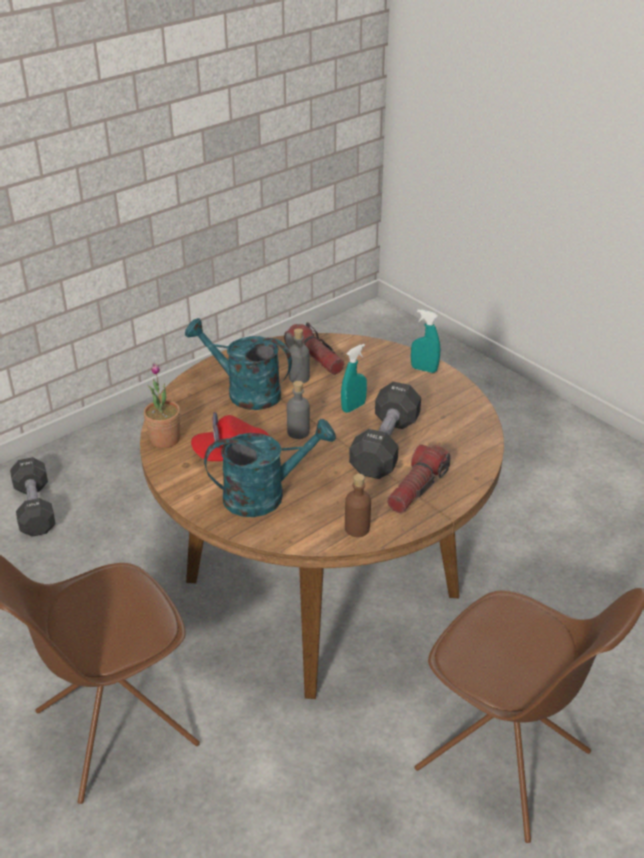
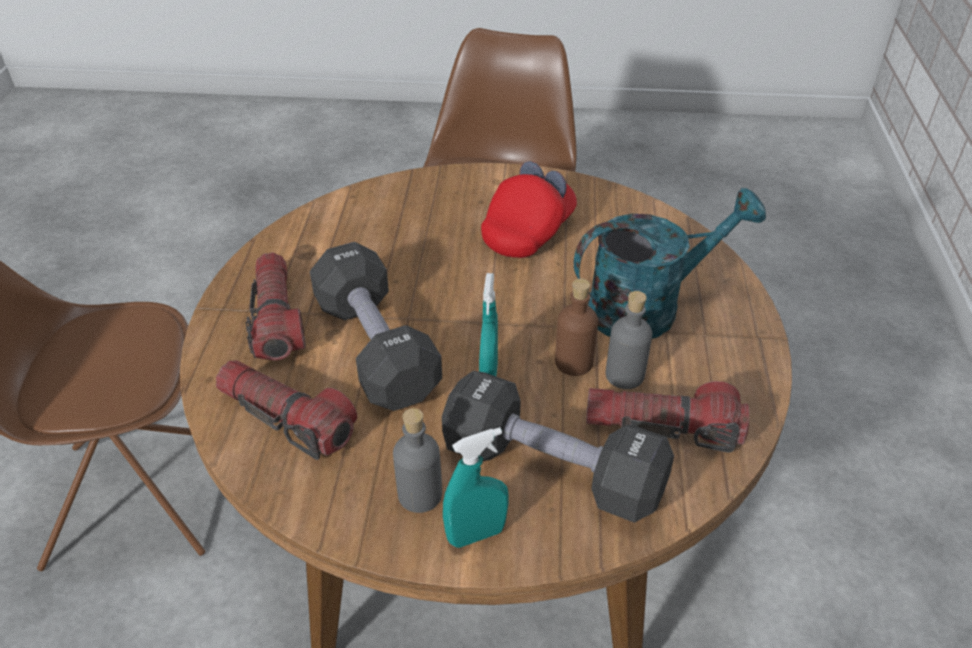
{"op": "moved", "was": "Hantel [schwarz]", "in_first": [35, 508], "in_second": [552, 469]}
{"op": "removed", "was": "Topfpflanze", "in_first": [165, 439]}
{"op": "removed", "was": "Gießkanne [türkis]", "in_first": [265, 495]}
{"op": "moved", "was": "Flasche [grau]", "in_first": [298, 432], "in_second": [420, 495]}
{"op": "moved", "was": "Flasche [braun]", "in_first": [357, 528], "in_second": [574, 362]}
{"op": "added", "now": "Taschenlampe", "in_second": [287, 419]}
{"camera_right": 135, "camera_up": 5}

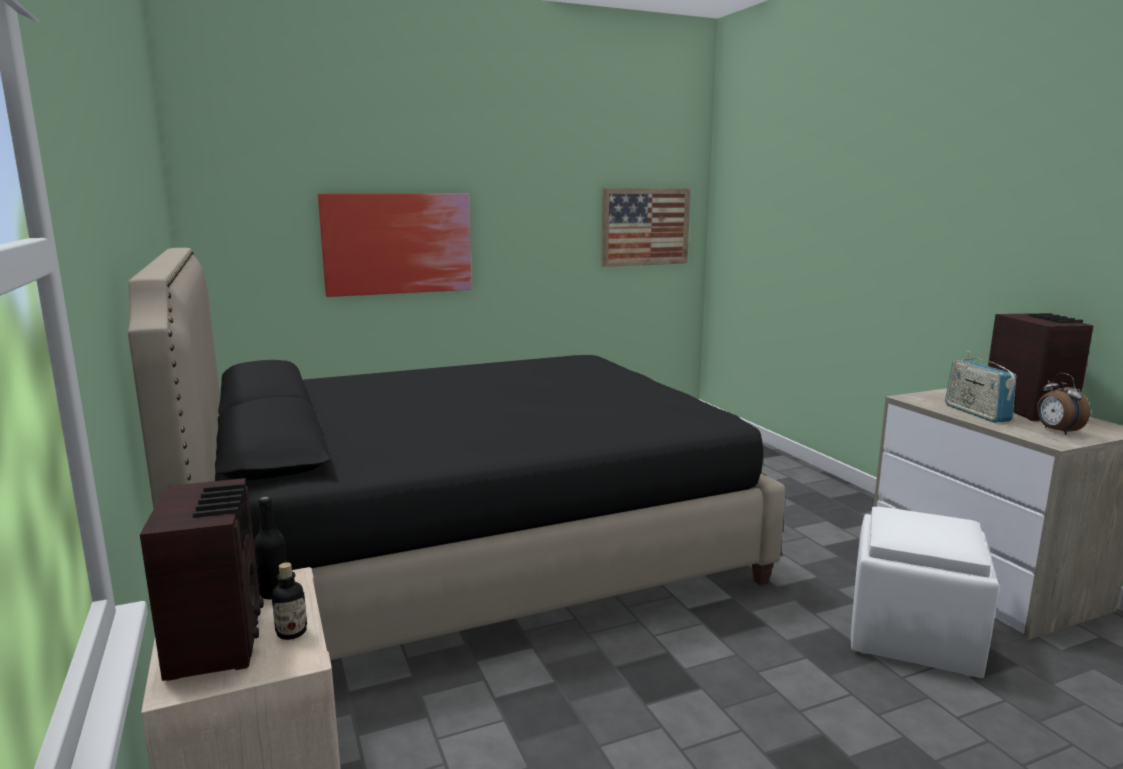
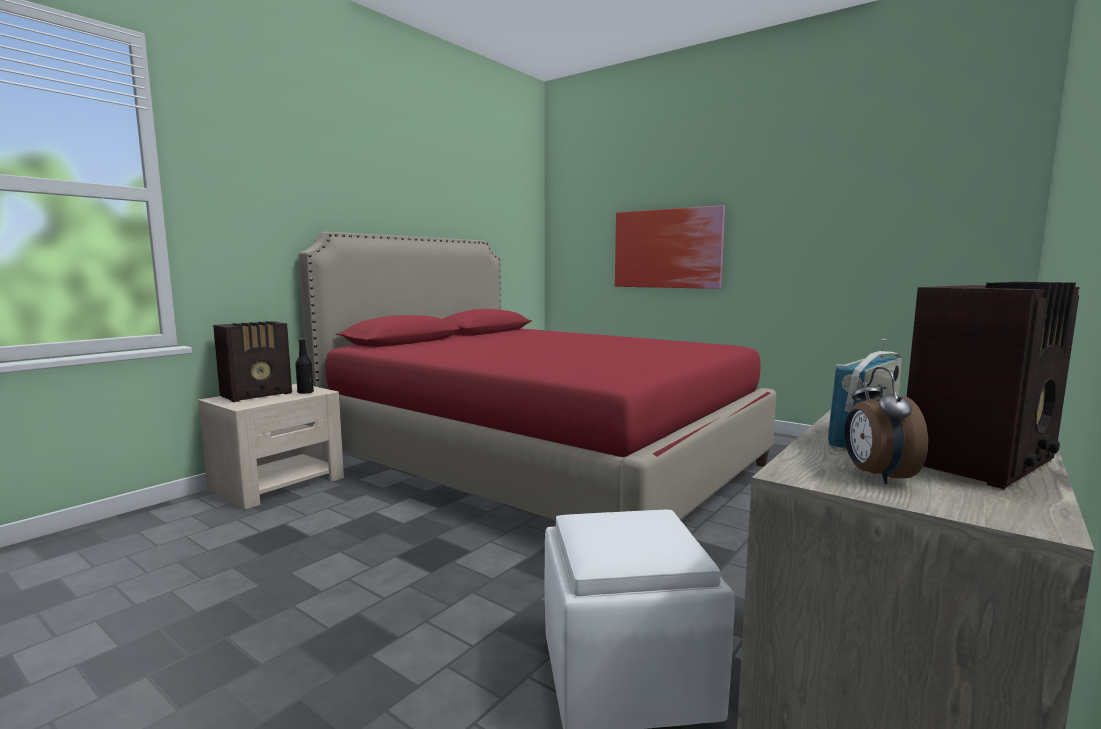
{"op": "recoloured", "was": "Bett [schwarz]", "now": "Bett [rot]", "in_first": [465, 551], "in_second": [539, 463]}
{"op": "removed", "was": "Flasche", "in_first": [291, 632]}
{"op": "removed", "was": "Bild", "in_first": [645, 226]}
{"op": "turned", "was": "Wecker", "in_first": [1056, 431], "in_second": [876, 476], "clockwise": -45}
{"camera_right": 60, "camera_up": -5}

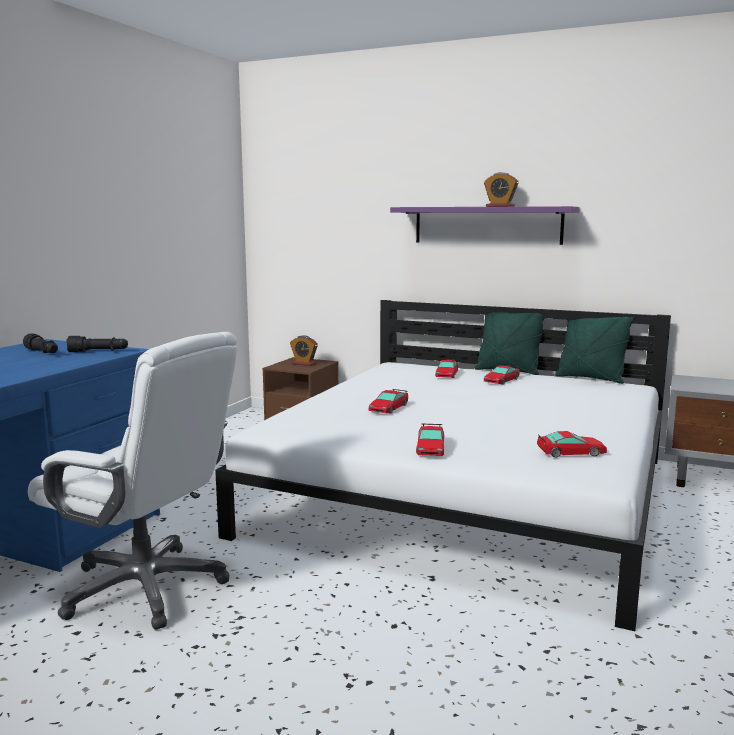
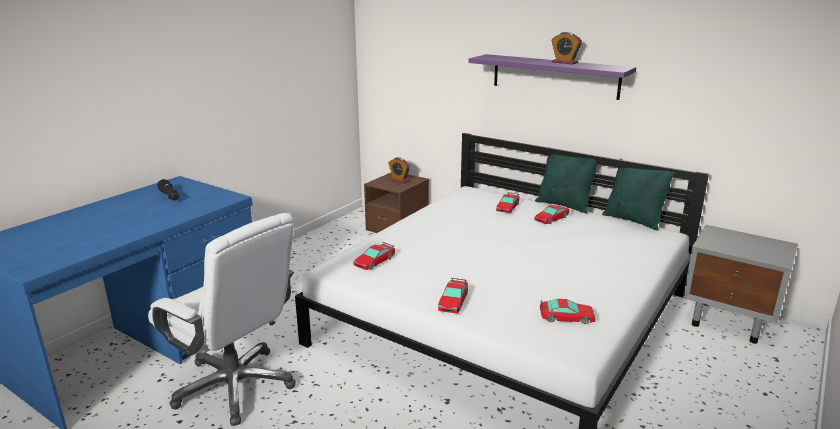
{"op": "removed", "was": "Taschenlampe [schwarz]", "in_first": [98, 352]}
{"op": "moved", "was": "Spielzeugauto", "in_first": [388, 408], "in_second": [374, 261]}
{"camera_right": 10, "camera_up": 10}

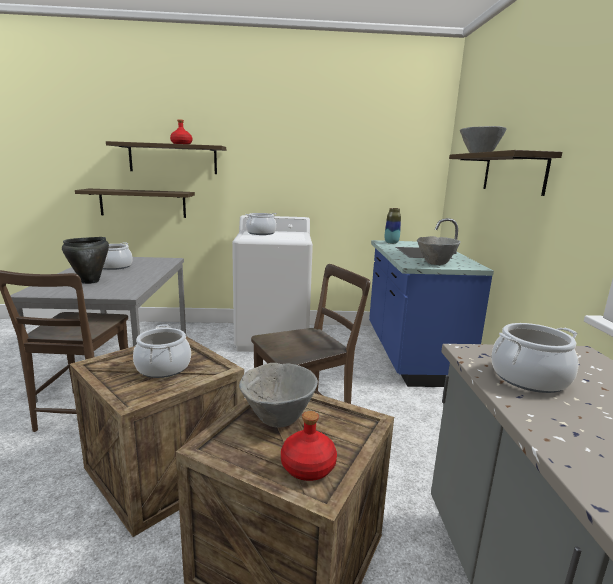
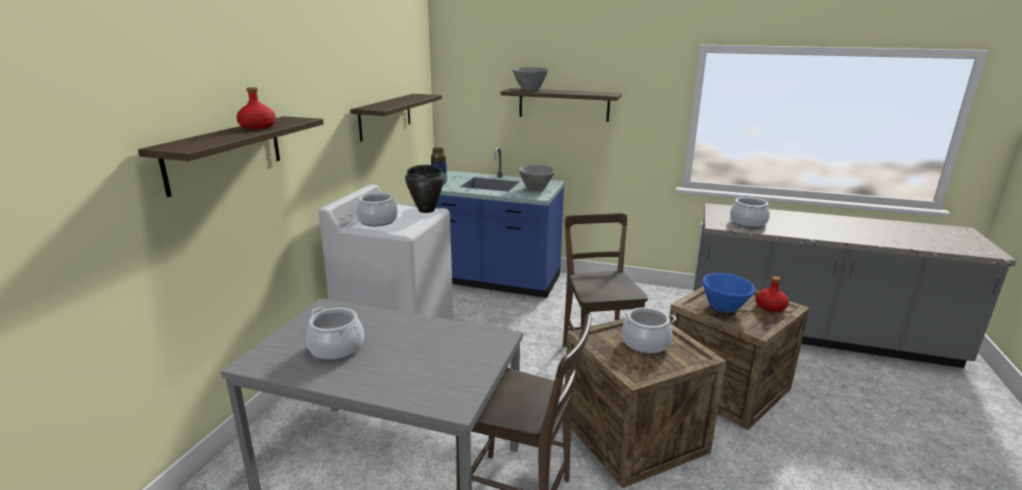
{"op": "moved", "was": "Kochtopf [schwarz]", "in_first": [90, 281], "in_second": [426, 210]}
{"op": "moved", "was": "Wandregal", "in_first": [143, 203], "in_second": [385, 116]}
{"op": "recoloured", "was": "Schüssel [grau]", "now": "Schüssel [blau]", "in_first": [278, 419], "in_second": [724, 308]}
{"camera_right": -70, "camera_up": 5}

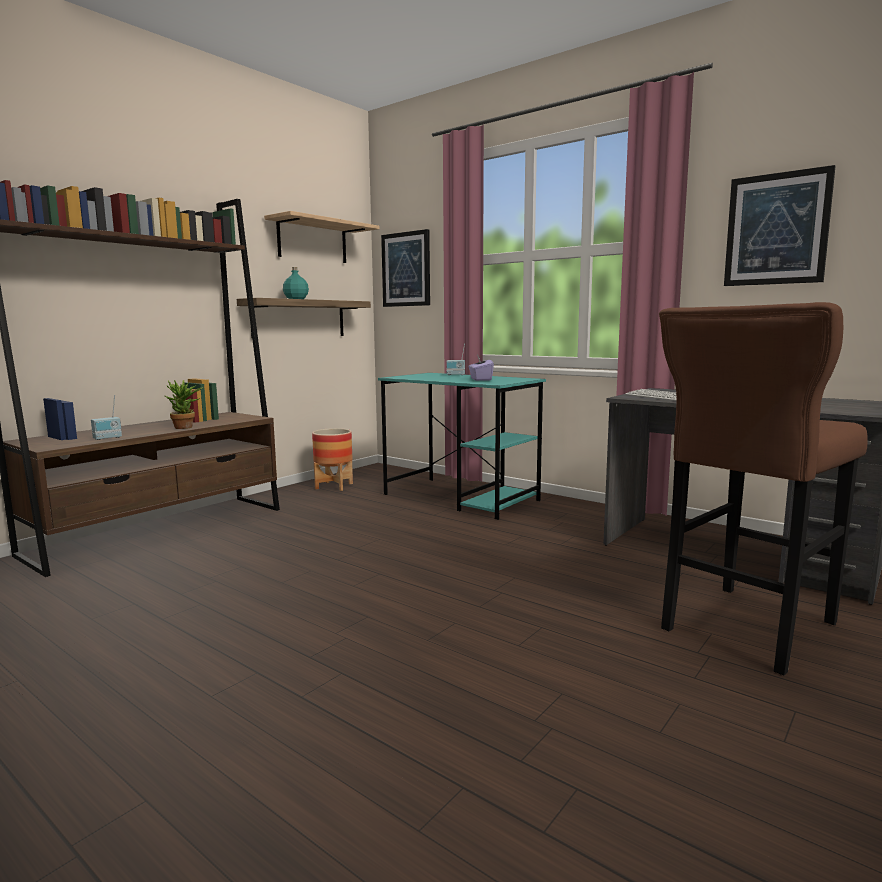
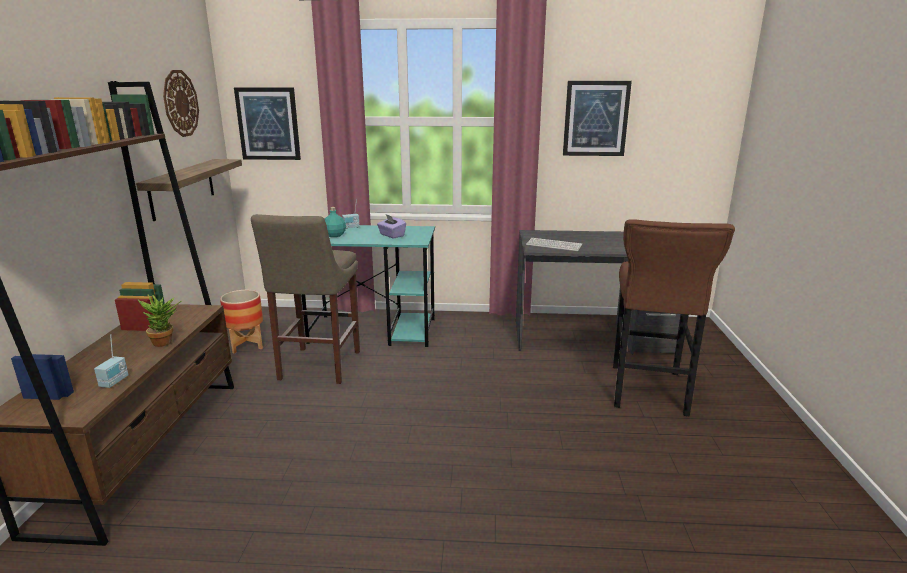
{"op": "replaced", "was": "Wandregal", "now": "Wanduhr", "in_first": [312, 241], "in_second": [180, 103]}
{"op": "moved", "was": "Flasche [türkis]", "in_first": [296, 299], "in_second": [335, 235]}
{"op": "added", "now": "Hocker [beige]", "in_second": [318, 367]}
{"camera_right": -35, "camera_up": 10}

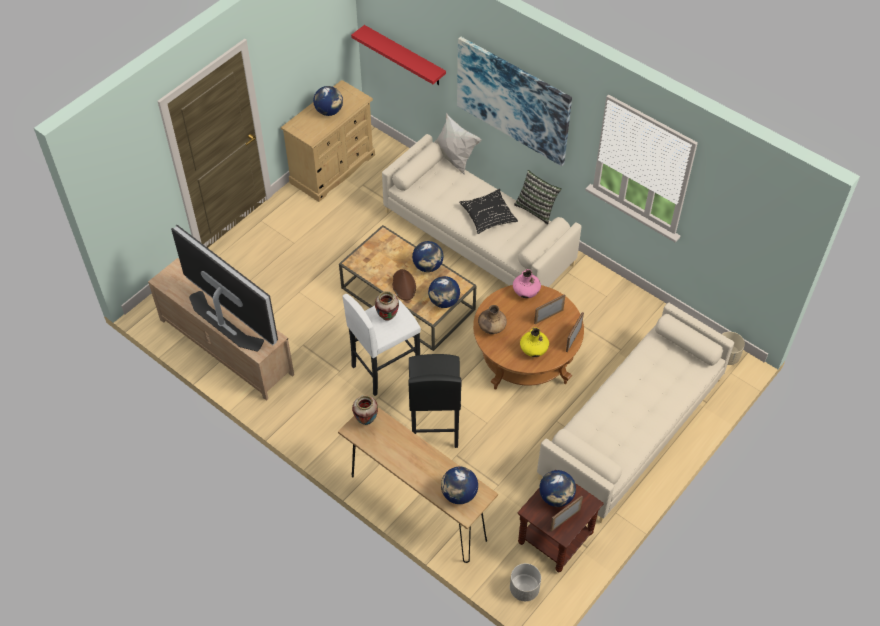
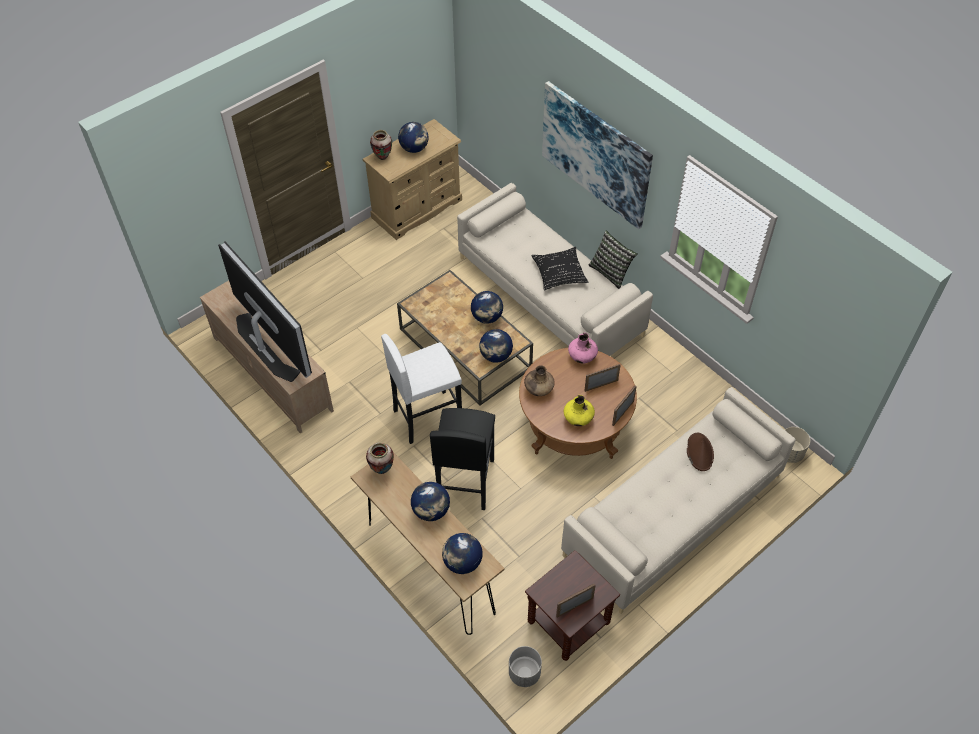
{"op": "removed", "was": "Wandregal [rot]", "in_first": [404, 56]}
{"op": "moved", "was": "Vase", "in_first": [387, 317], "in_second": [383, 157]}
{"op": "moved", "was": "Hut [braun]", "in_first": [403, 285], "in_second": [699, 452]}
{"op": "removed", "was": "Kissen [weiß]", "in_first": [454, 159]}
{"op": "moved", "was": "Globus", "in_first": [556, 497], "in_second": [431, 511]}
{"camera_right": 10, "camera_up": 0}

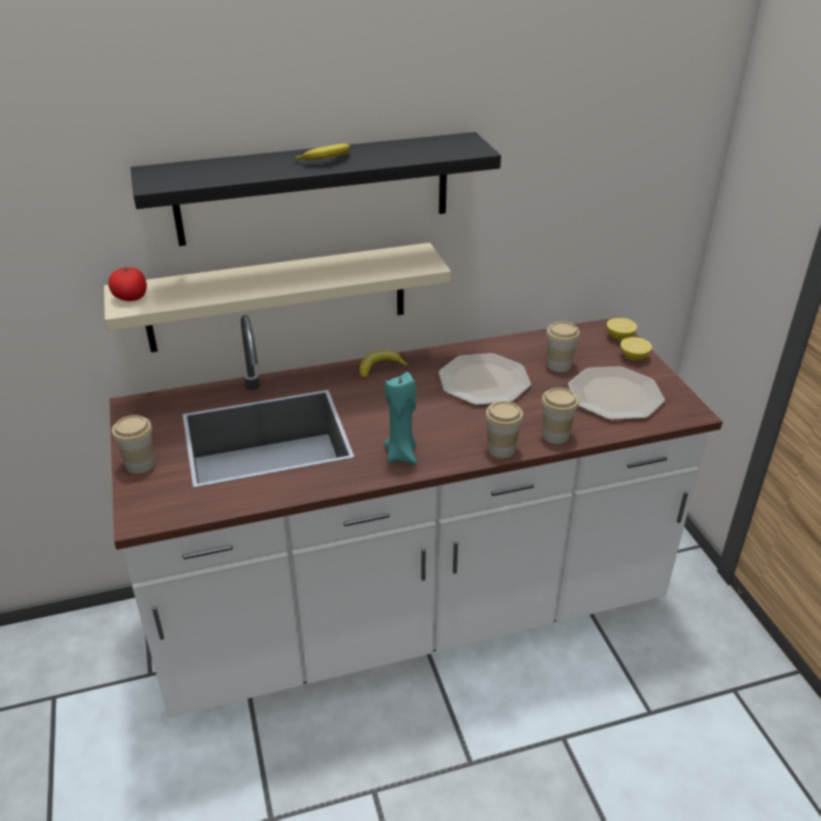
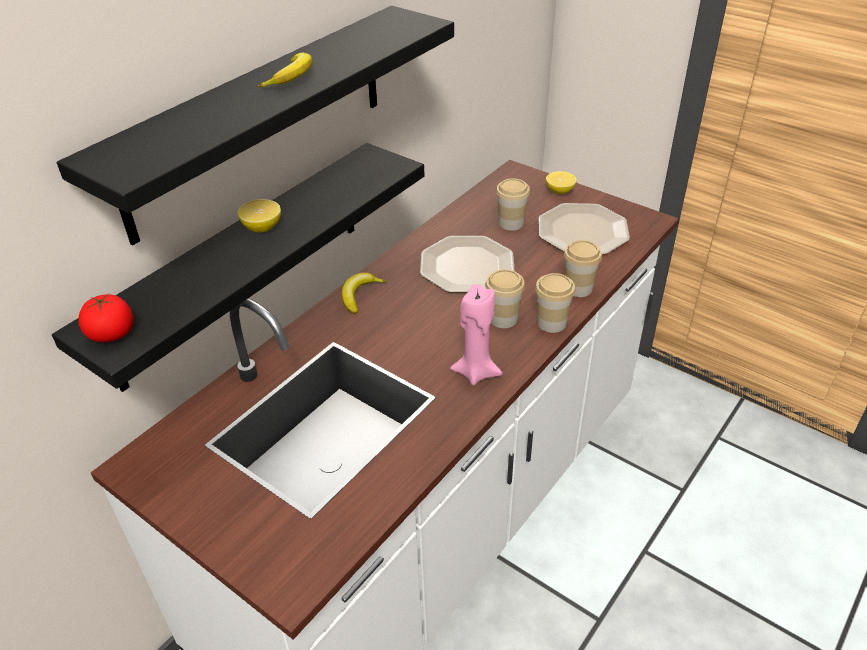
{"op": "recoloured", "was": "Wandregal [beige]", "now": "Wandregal [schwarz]", "in_first": [277, 298], "in_second": [241, 263]}
{"op": "moved", "was": "Tasse", "in_first": [140, 464], "in_second": [503, 318]}
{"op": "recoloured", "was": "Kerze [türkis]", "now": "Kerze [rosa]", "in_first": [402, 455], "in_second": [476, 372]}
{"op": "moved", "was": "Zitrone", "in_first": [619, 337], "in_second": [262, 227]}
{"camera_right": -35, "camera_up": 5}

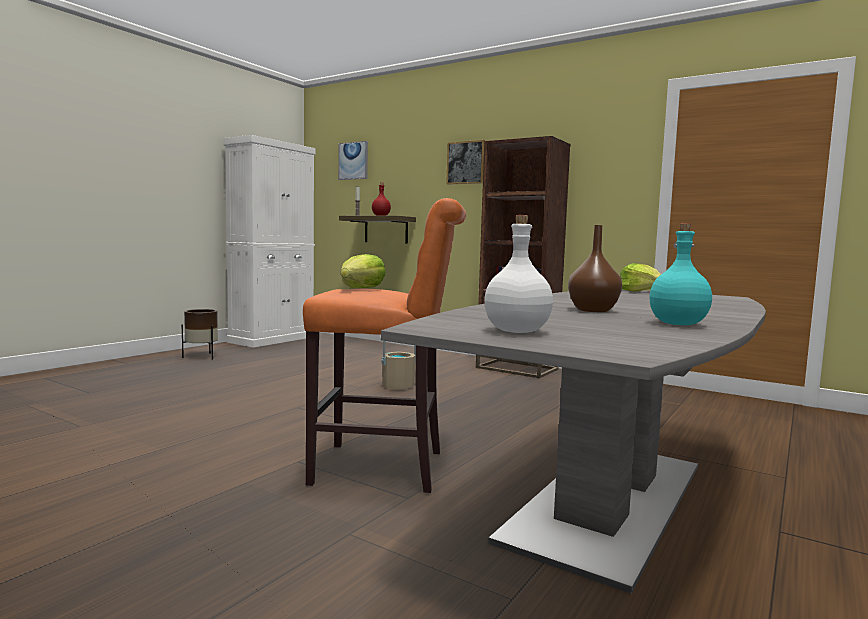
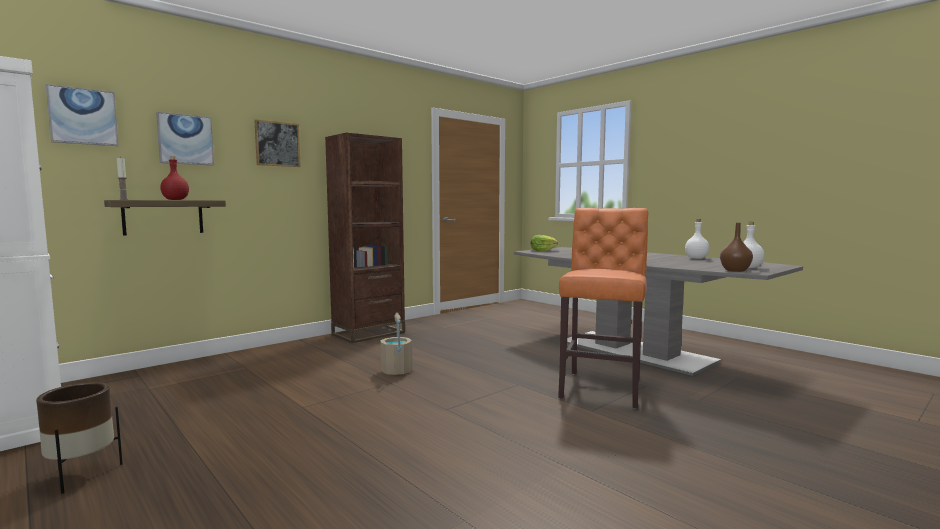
{"op": "removed", "was": "Salatkopf", "in_first": [361, 288]}
{"op": "moved", "was": "Vase [braun]", "in_first": [593, 310], "in_second": [735, 270]}
{"op": "recoloured", "was": "Flasche [türkis]", "now": "Flasche [weiß]", "in_first": [676, 324], "in_second": [696, 258]}
{"op": "added", "now": "Bild", "in_second": [185, 139]}
{"camera_right": -75, "camera_up": 0}

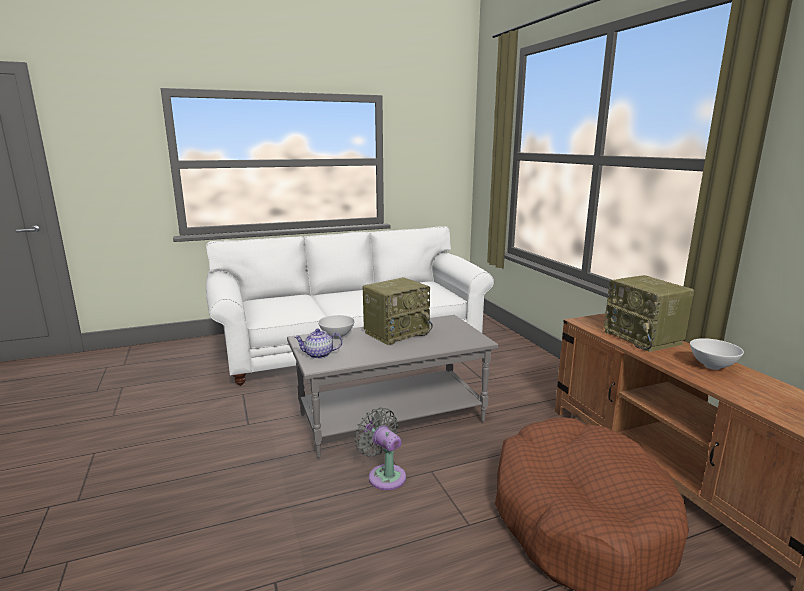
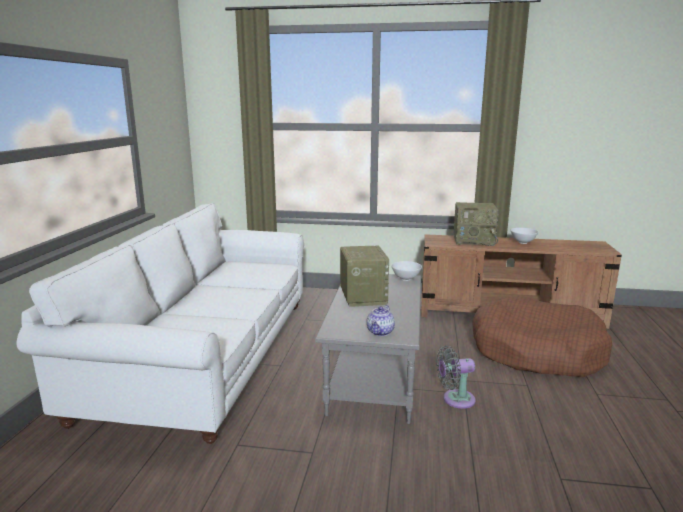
{"op": "moved", "was": "Schüssel [weiß]", "in_first": [336, 336], "in_second": [405, 279]}
{"camera_right": -60, "camera_up": 0}

